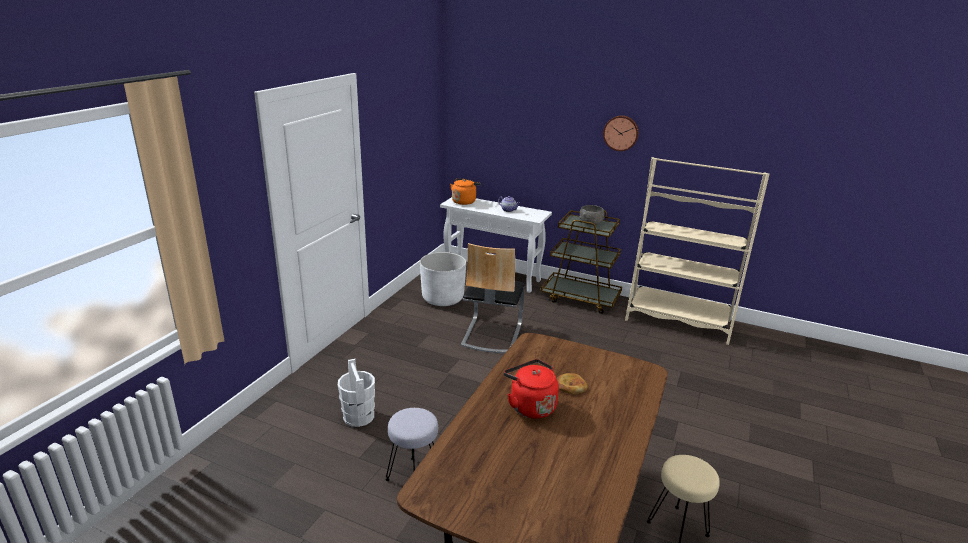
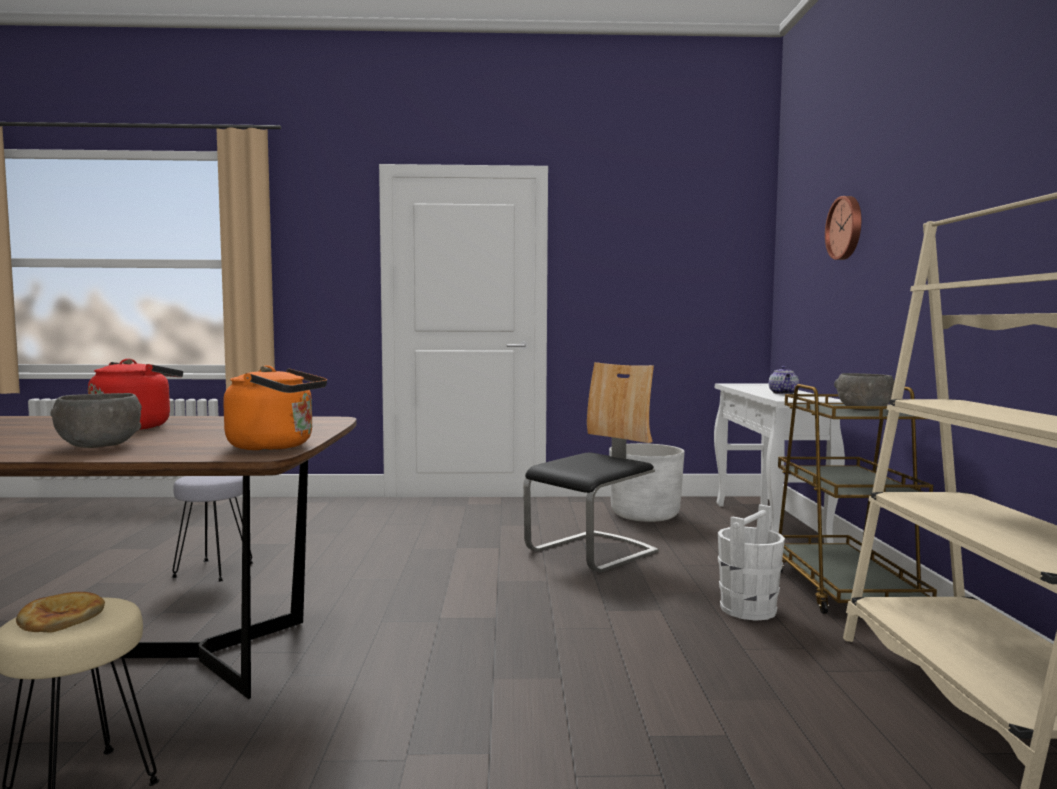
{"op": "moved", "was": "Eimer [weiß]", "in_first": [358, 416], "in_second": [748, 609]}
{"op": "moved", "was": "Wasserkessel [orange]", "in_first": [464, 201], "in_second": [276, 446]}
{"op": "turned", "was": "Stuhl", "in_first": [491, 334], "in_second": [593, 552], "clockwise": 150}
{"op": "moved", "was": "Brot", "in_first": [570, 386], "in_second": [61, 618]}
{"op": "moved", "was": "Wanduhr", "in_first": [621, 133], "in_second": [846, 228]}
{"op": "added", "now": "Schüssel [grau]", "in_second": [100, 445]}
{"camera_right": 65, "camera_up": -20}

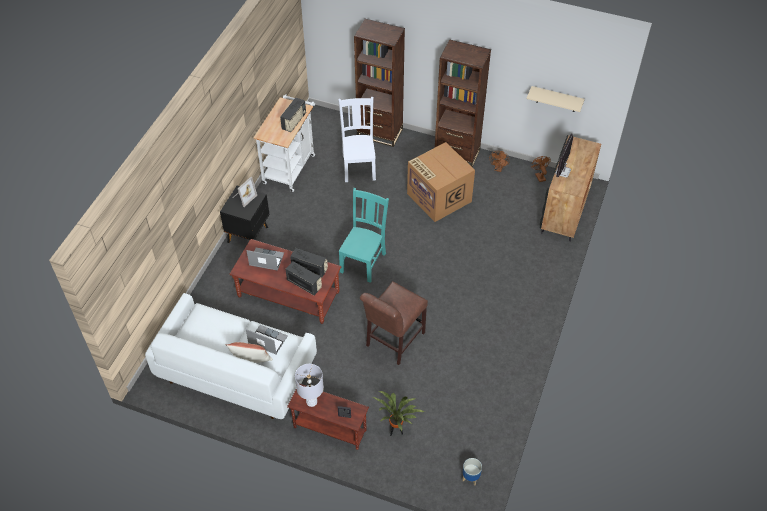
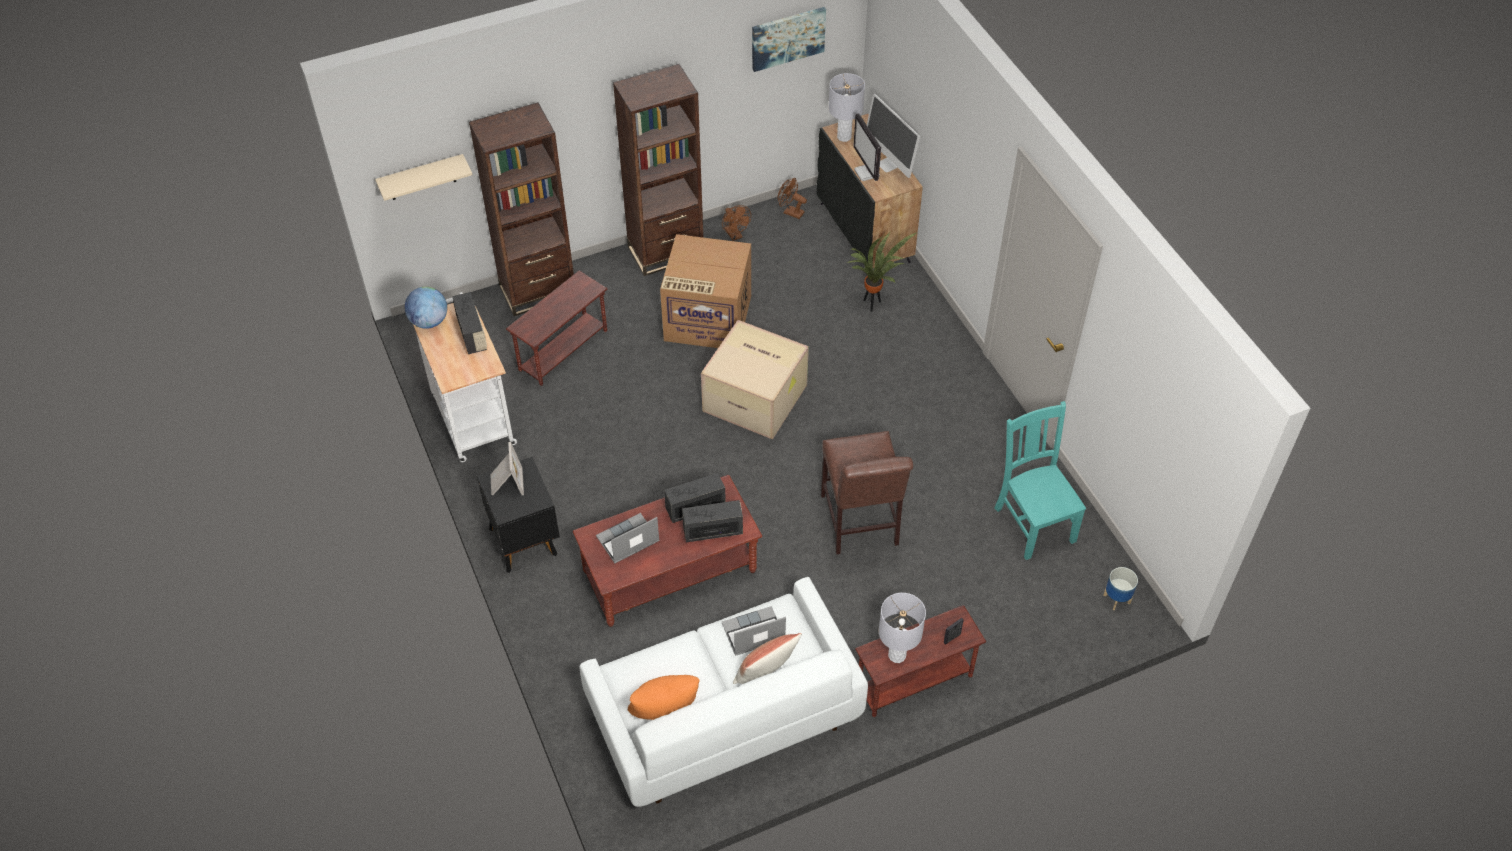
{"op": "replaced", "was": "Stuhl [weiß]", "now": "Beistelltisch [braun]", "in_first": [359, 166], "in_second": [563, 350]}
{"op": "moved", "was": "Stuhl [türkis]", "in_first": [364, 261], "in_second": [1033, 522]}
{"op": "moved", "was": "Topfpflanze", "in_first": [396, 432], "in_second": [873, 304]}
{"op": "moved", "was": "Wandregal [beige]", "in_first": [556, 99], "in_second": [422, 178]}
{"op": "added", "now": "Globus", "in_second": [429, 321]}
{"op": "added", "now": "Kissen [orange]", "in_second": [665, 713]}
{"op": "added", "now": "Karton", "in_second": [756, 397]}
{"op": "added", "now": "Bild", "in_second": [788, 38]}
{"op": "added", "now": "Tischlampe [grau]", "in_second": [844, 137]}
{"op": "added", "now": "Monitor", "in_second": [889, 164]}
{"camera_right": -45, "camera_up": 0}

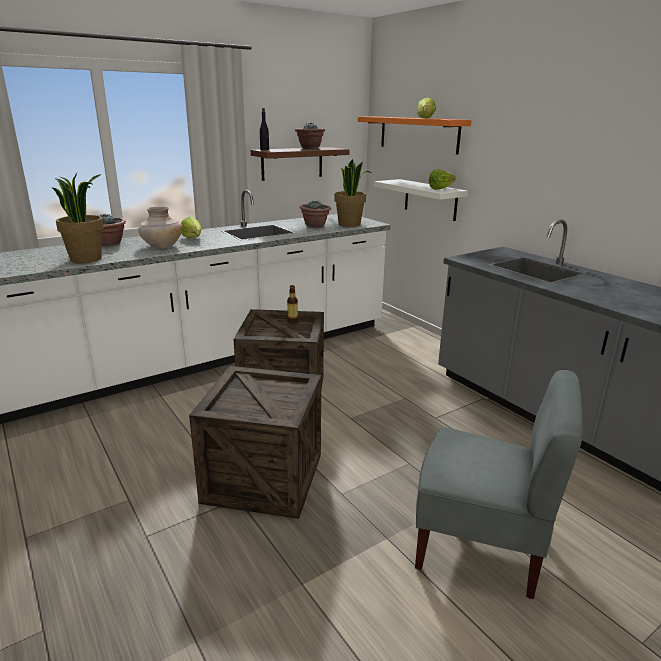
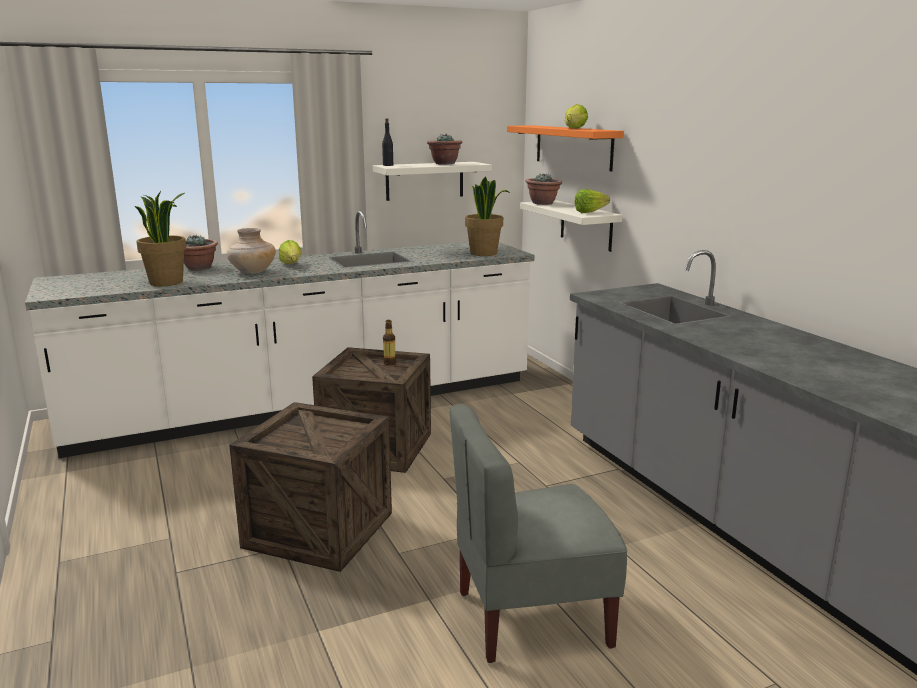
{"op": "recoloured", "was": "Wandregal [braun]", "now": "Wandregal [weiß]", "in_first": [292, 163], "in_second": [425, 181]}
{"op": "moved", "was": "Topfpflanze", "in_first": [315, 226], "in_second": [543, 203]}
{"op": "turned", "was": "Stuhl [grau]", "in_first": [480, 546], "in_second": [531, 617], "clockwise": 135}
{"camera_right": 10, "camera_up": -5}

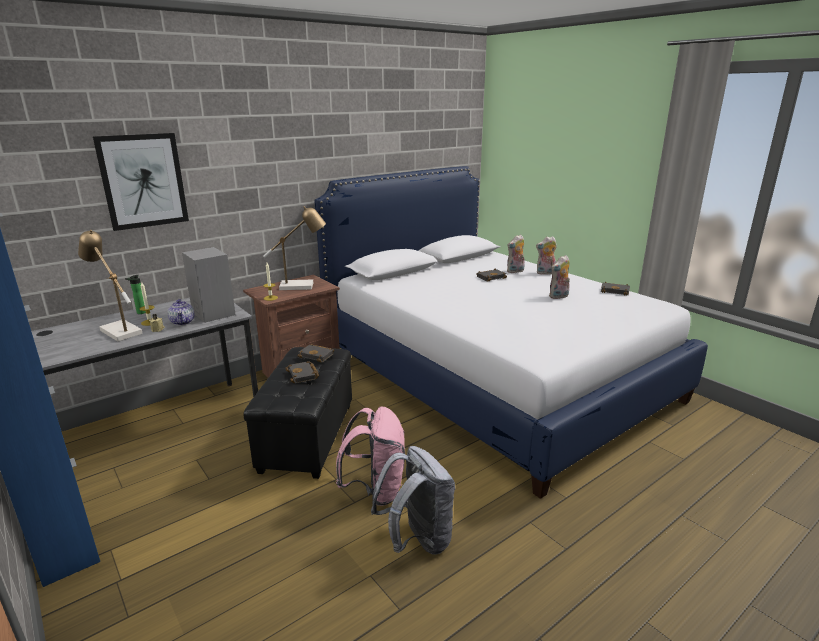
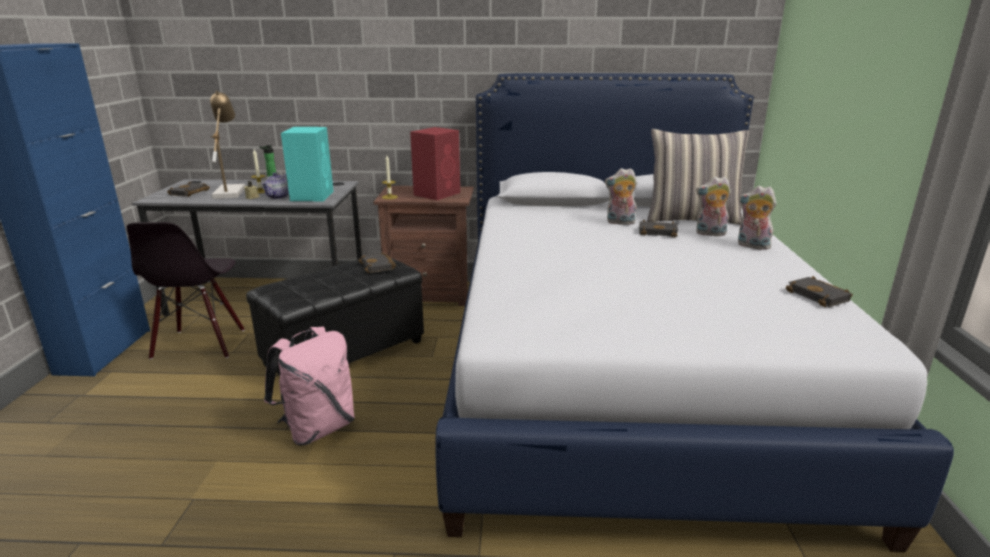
{"op": "removed", "was": "Bild", "in_first": [143, 181]}
{"op": "recoloured", "was": "Lautsprecher [grau]", "now": "Lautsprecher [türkis]", "in_first": [213, 313], "in_second": [312, 196]}
{"op": "replaced", "was": "Tischlampe", "now": "Lautsprecher [rot]", "in_first": [301, 286], "in_second": [437, 193]}
{"op": "moved", "was": "Buch [schwarz]", "in_first": [303, 375], "in_second": [189, 193]}
{"op": "removed", "was": "Rucksack [grau]", "in_first": [417, 539]}
{"op": "moved", "was": "Plüschtier", "in_first": [559, 297], "in_second": [620, 223]}
{"op": "added", "now": "Stuhl [schwarz]", "in_second": [200, 344]}
{"op": "added", "now": "Kissen", "in_second": [692, 219]}
{"camera_right": 40, "camera_up": 0}

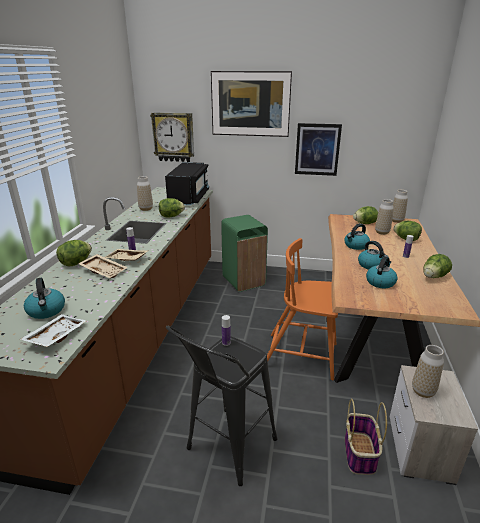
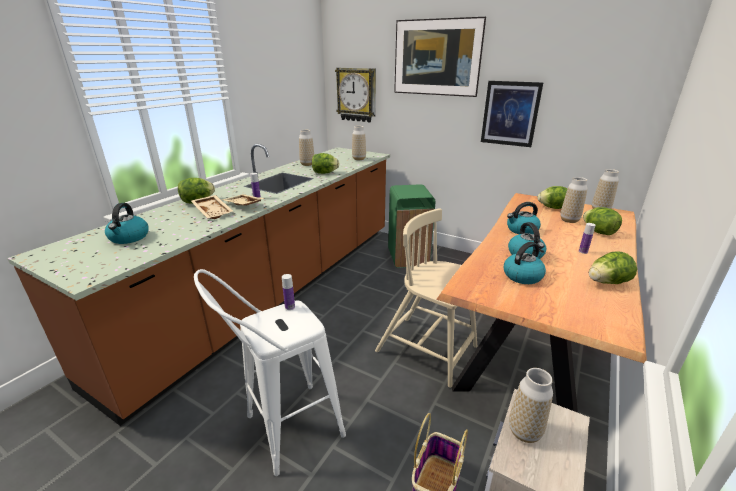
{"op": "removed", "was": "Tablett [weiß]", "in_first": [55, 336]}
{"op": "replaced", "was": "Mikrowelle [schwarz]", "now": "Vase", "in_first": [189, 198], "in_second": [359, 159]}
{"op": "recoloured", "was": "Hocker [schwarz]", "now": "Hocker [weiß]", "in_first": [226, 450], "in_second": [284, 431]}
{"op": "recoloured", "was": "Stuhl [orange]", "now": "Stuhl [beige]", "in_first": [302, 355], "in_second": [428, 350]}
{"camera_right": 20, "camera_up": 0}

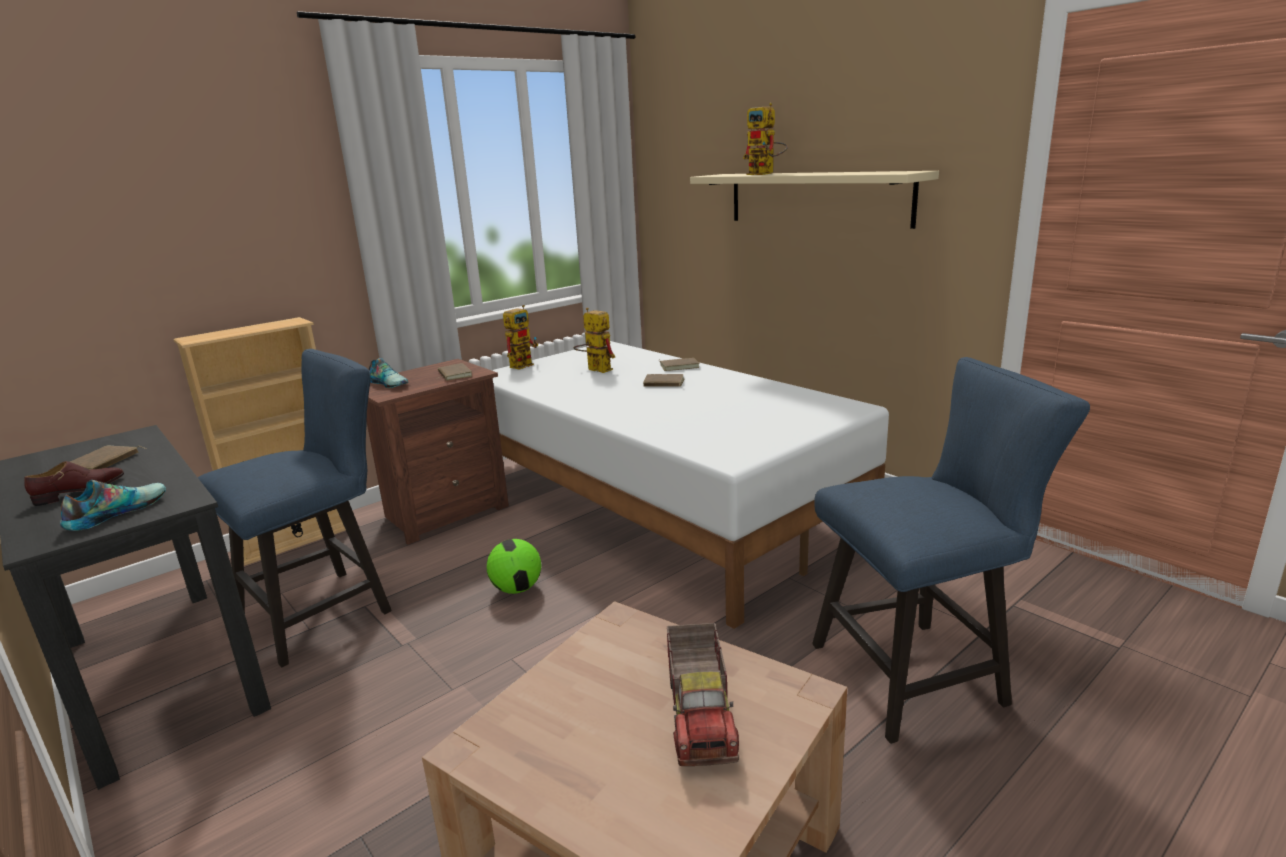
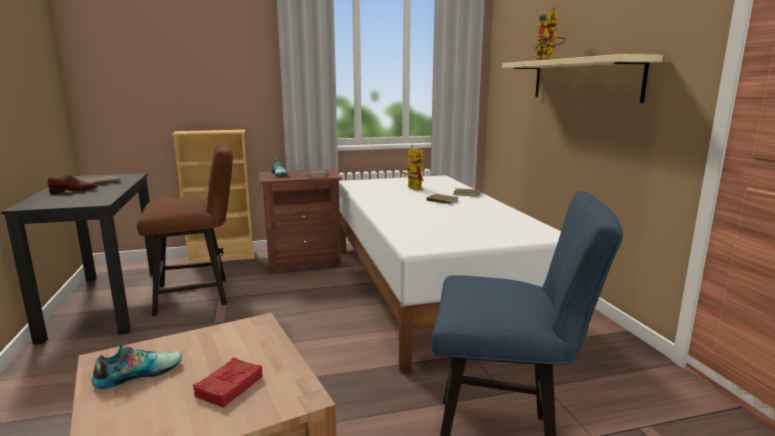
{"op": "moved", "was": "Schuh", "in_first": [116, 512], "in_second": [139, 373]}
{"op": "recoloured", "was": "Stuhl [blau]", "now": "Stuhl [braun]", "in_first": [326, 609], "in_second": [199, 294]}
{"op": "removed", "was": "Fußball", "in_first": [517, 589]}
{"op": "removed", "was": "Spielzeugroboter", "in_first": [523, 364]}
{"op": "replaced", "was": "Spielzeuglaster", "now": "Buch [rot]", "in_first": [701, 715], "in_second": [228, 386]}
{"camera_right": 25, "camera_up": -5}

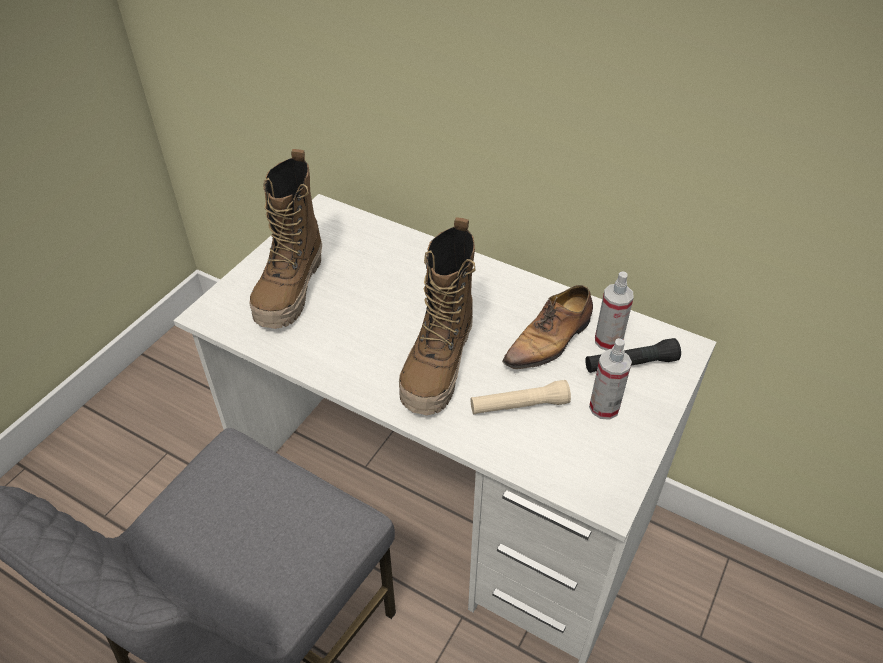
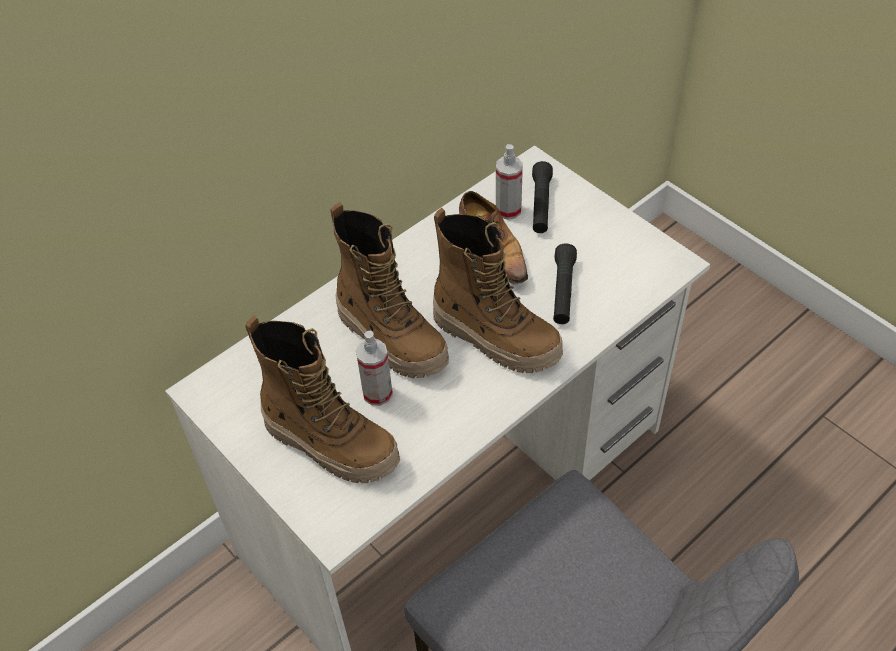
{"op": "recoloured", "was": "Taschenlampe [beige]", "now": "Taschenlampe [schwarz]", "in_first": [519, 406], "in_second": [563, 291]}
{"op": "moved", "was": "Sprühflasche", "in_first": [604, 407], "in_second": [377, 393]}
{"op": "added", "now": "Stiefel", "in_second": [392, 338]}
{"camera_right": -70, "camera_up": 5}

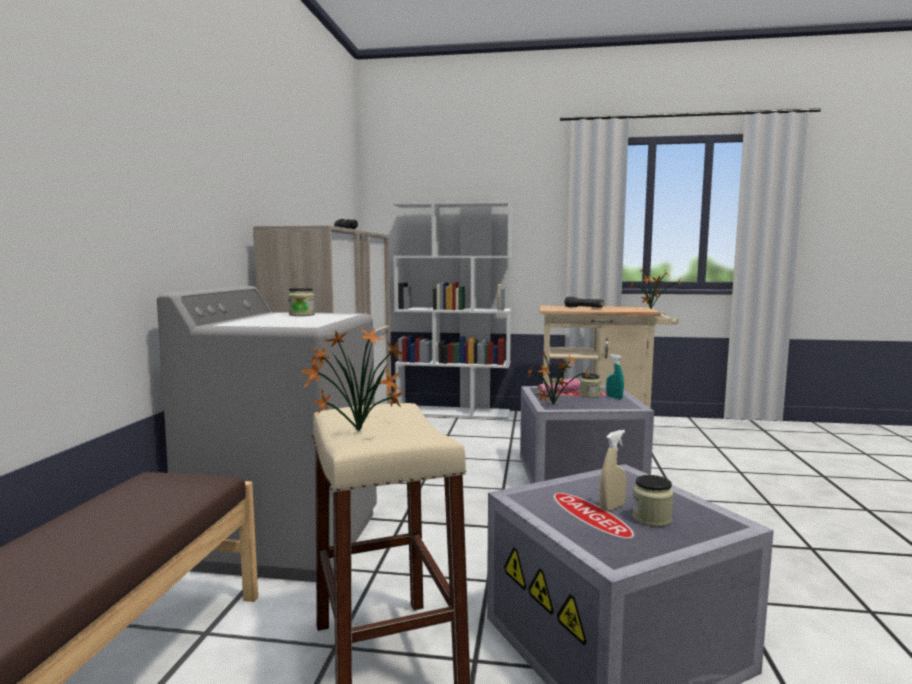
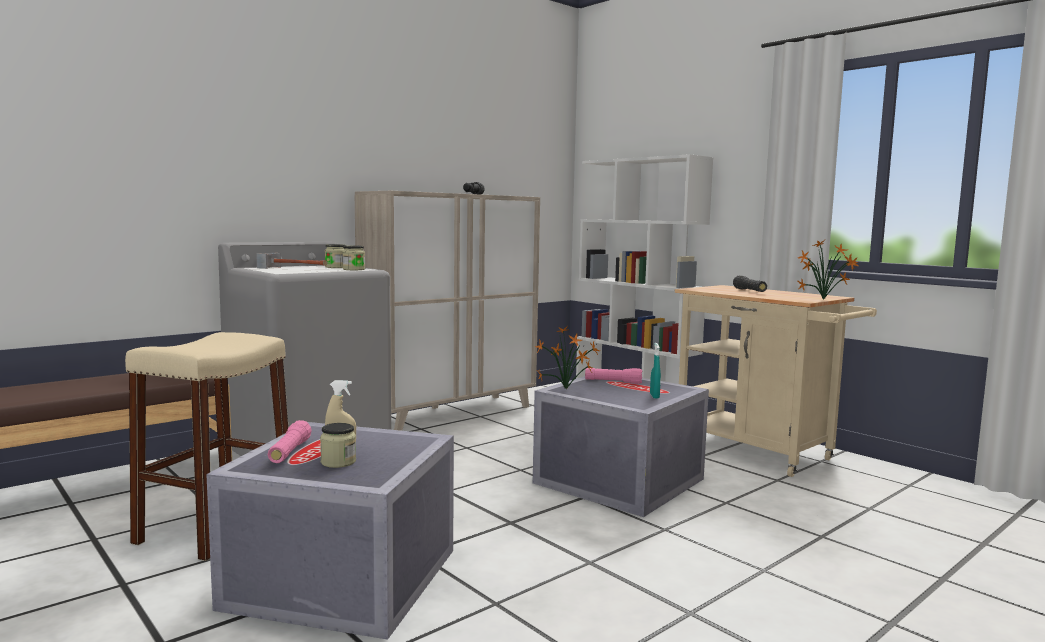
{"op": "removed", "was": "Topfpflanze", "in_first": [356, 432]}
{"op": "moved", "was": "Vorratsglas", "in_first": [589, 395], "in_second": [353, 269]}
{"op": "added", "now": "Hammer", "in_second": [297, 268]}
{"op": "added", "now": "Taschenlampe [rosa]", "in_second": [289, 452]}
{"camera_right": 40, "camera_up": 0}

